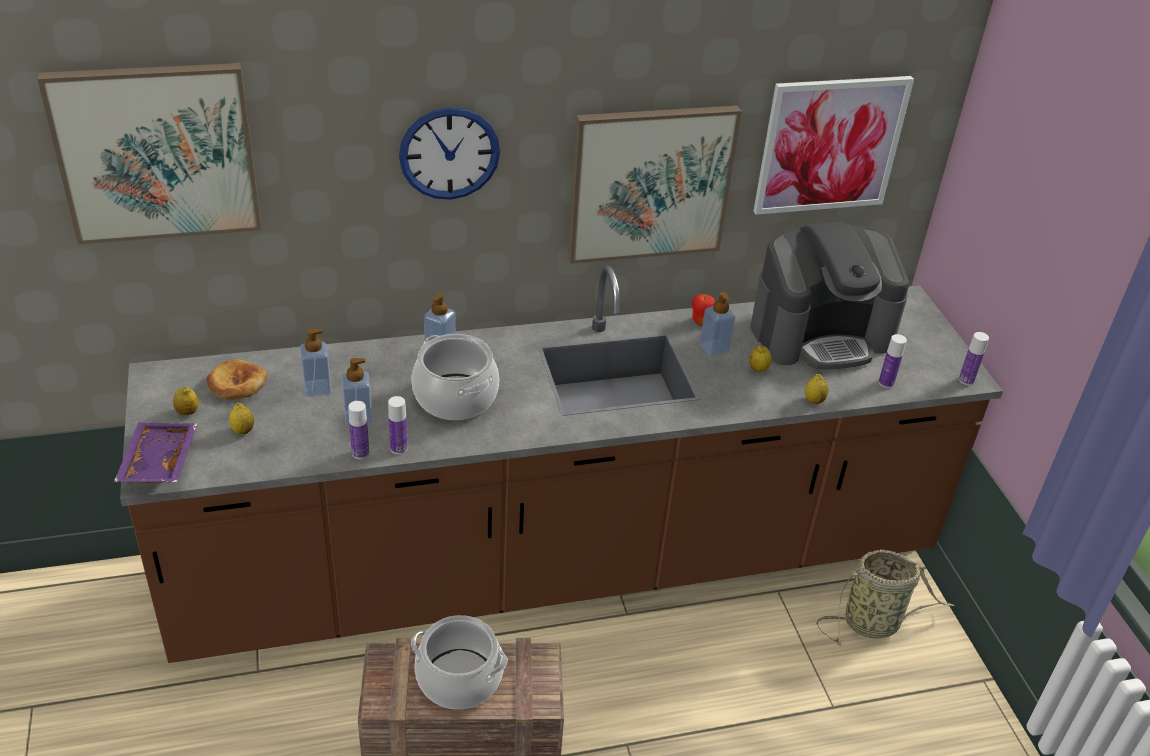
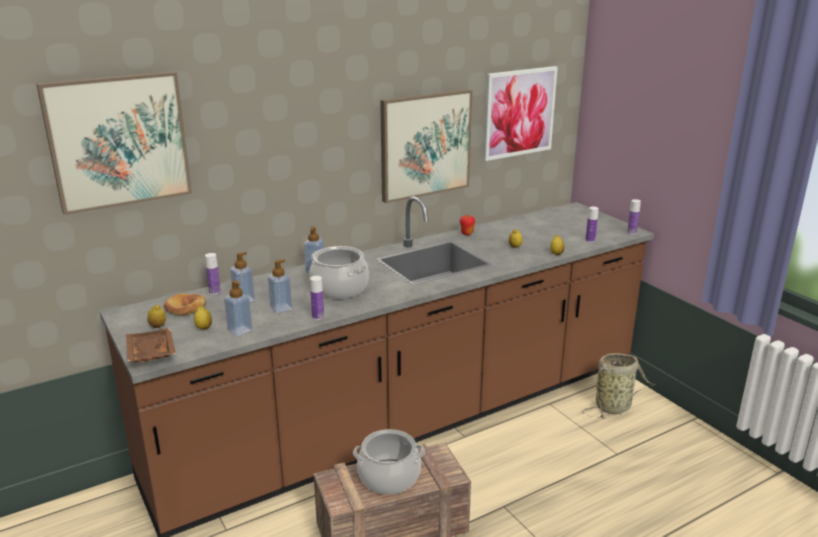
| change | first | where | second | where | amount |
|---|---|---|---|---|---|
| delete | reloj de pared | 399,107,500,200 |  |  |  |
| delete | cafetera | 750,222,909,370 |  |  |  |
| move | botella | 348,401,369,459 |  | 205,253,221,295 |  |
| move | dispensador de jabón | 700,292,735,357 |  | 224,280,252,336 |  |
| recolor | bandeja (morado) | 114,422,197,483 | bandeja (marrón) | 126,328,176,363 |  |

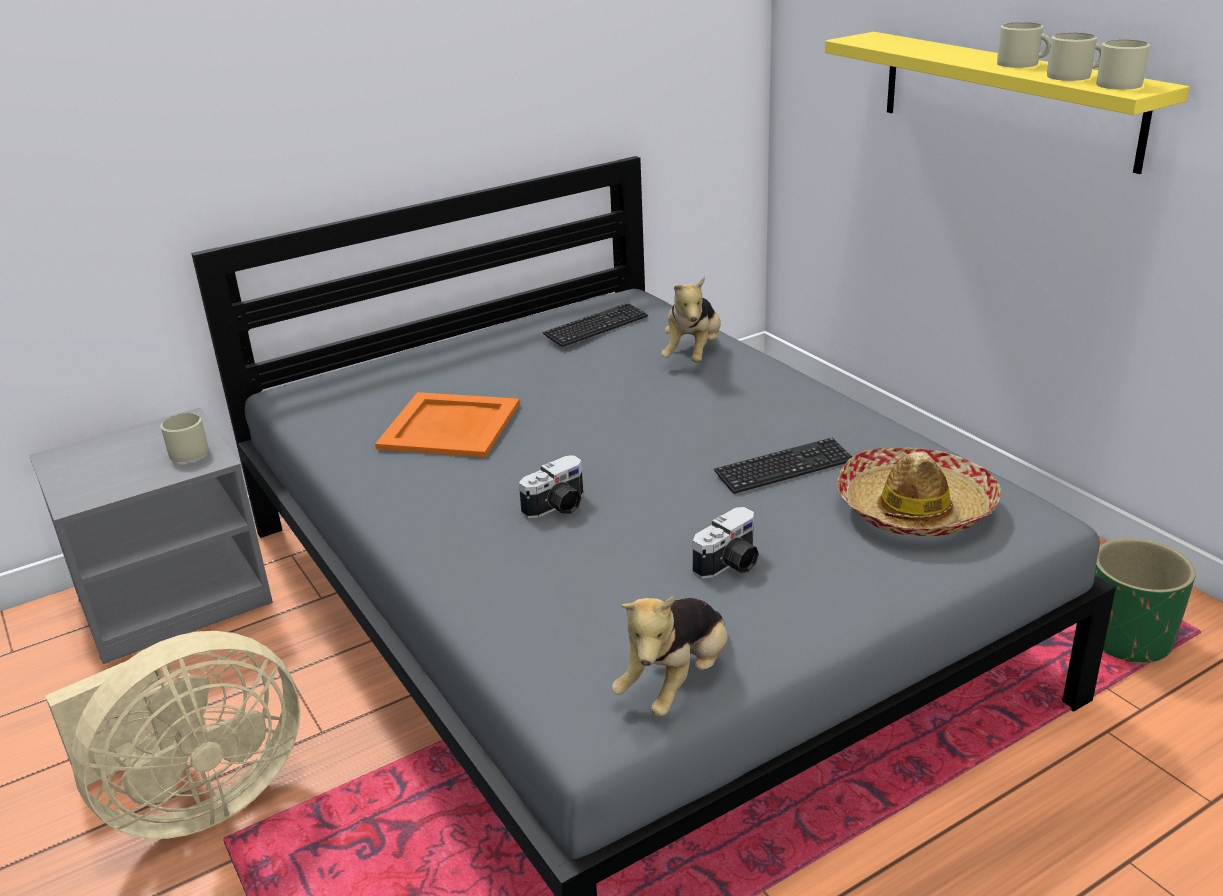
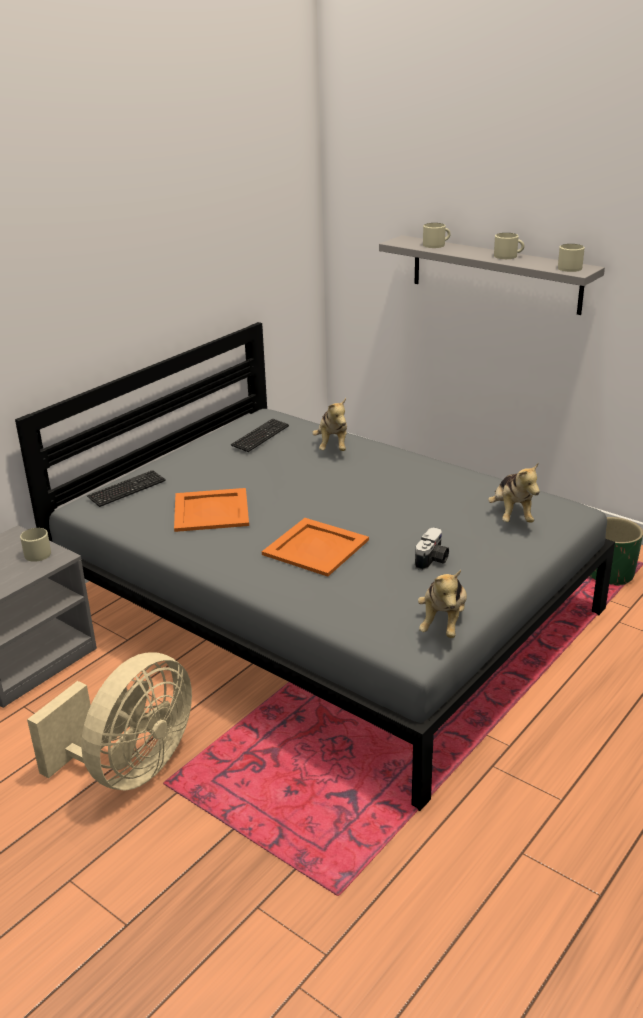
| change | first | where | second | where | amount |
|---|---|---|---|---|---|
| move | teclado | 714,438,852,494 |  | 87,470,166,507 |  |
| move | taza grande (beis) | 1047,33,1102,81 |  | 423,223,451,248 |  |
| replace | cámara | 519,455,583,518 | bandeja (naranja) | 262,518,369,577 |  |
| replace | sombrero | 837,448,1002,536 | peluche | 488,463,540,523 |  |
| recolor | estante (amarillo) | 825,32,1189,174 | estante (gris) | 379,235,605,315 |  |

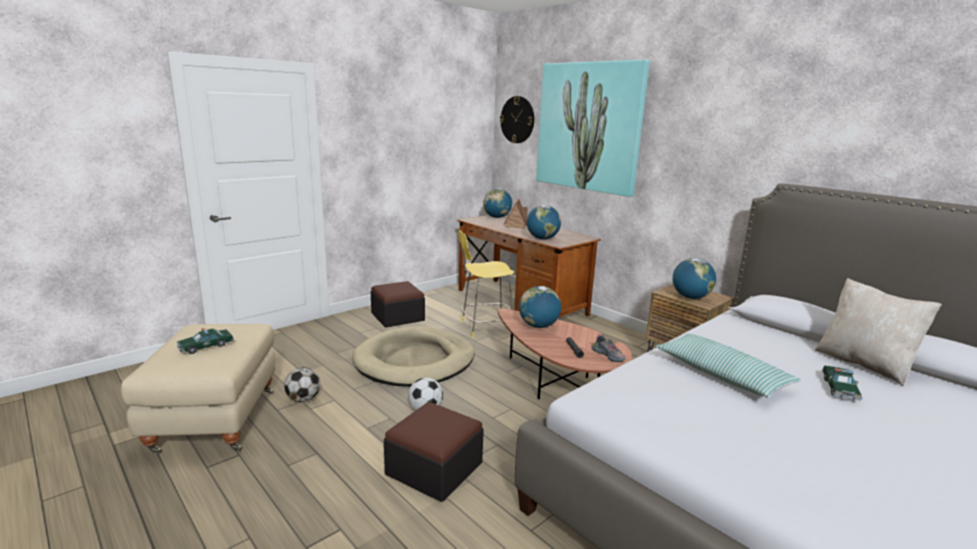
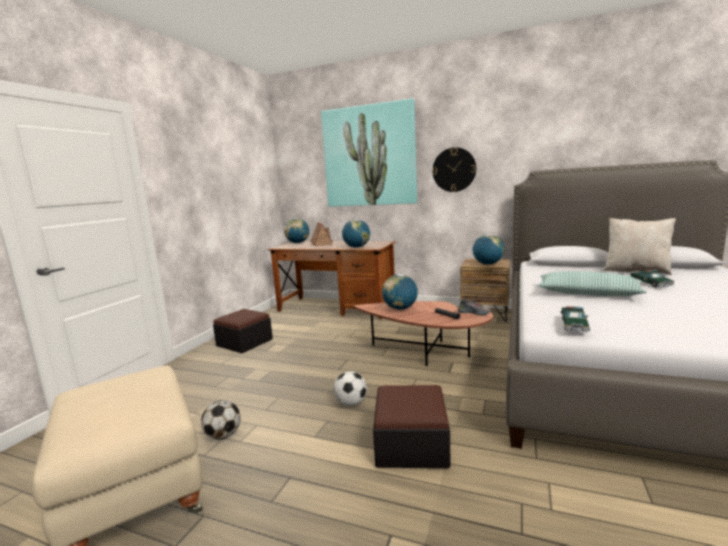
| change | first | where | second | where | amount |
|---|---|---|---|---|---|
| delete | cama para perro (beis) | 352,326,475,387 |  |  |  |
| delete | taburete (amarillo) | 458,230,514,338 |  |  |  |
| move | coche de juguete | 177,328,234,354 |  | 561,306,591,332 |  |
| move | reloj de pared | 500,96,534,143 |  | 432,147,476,192 |  |

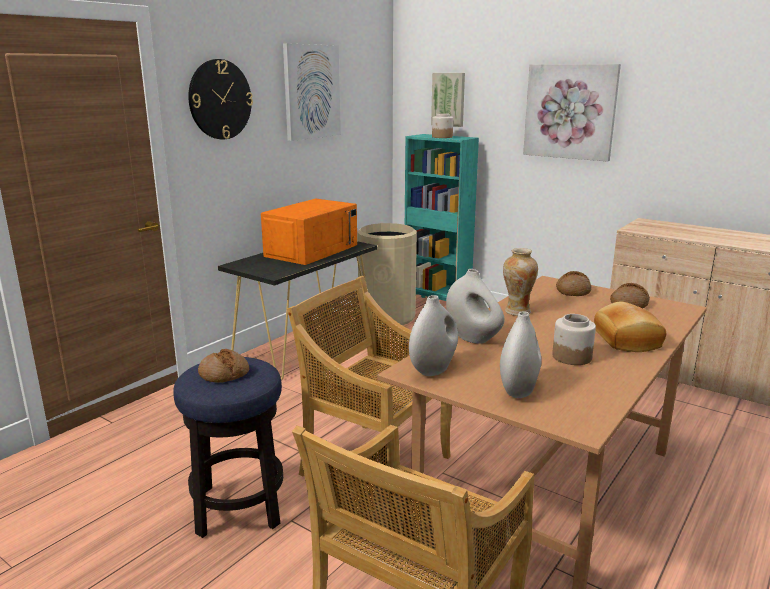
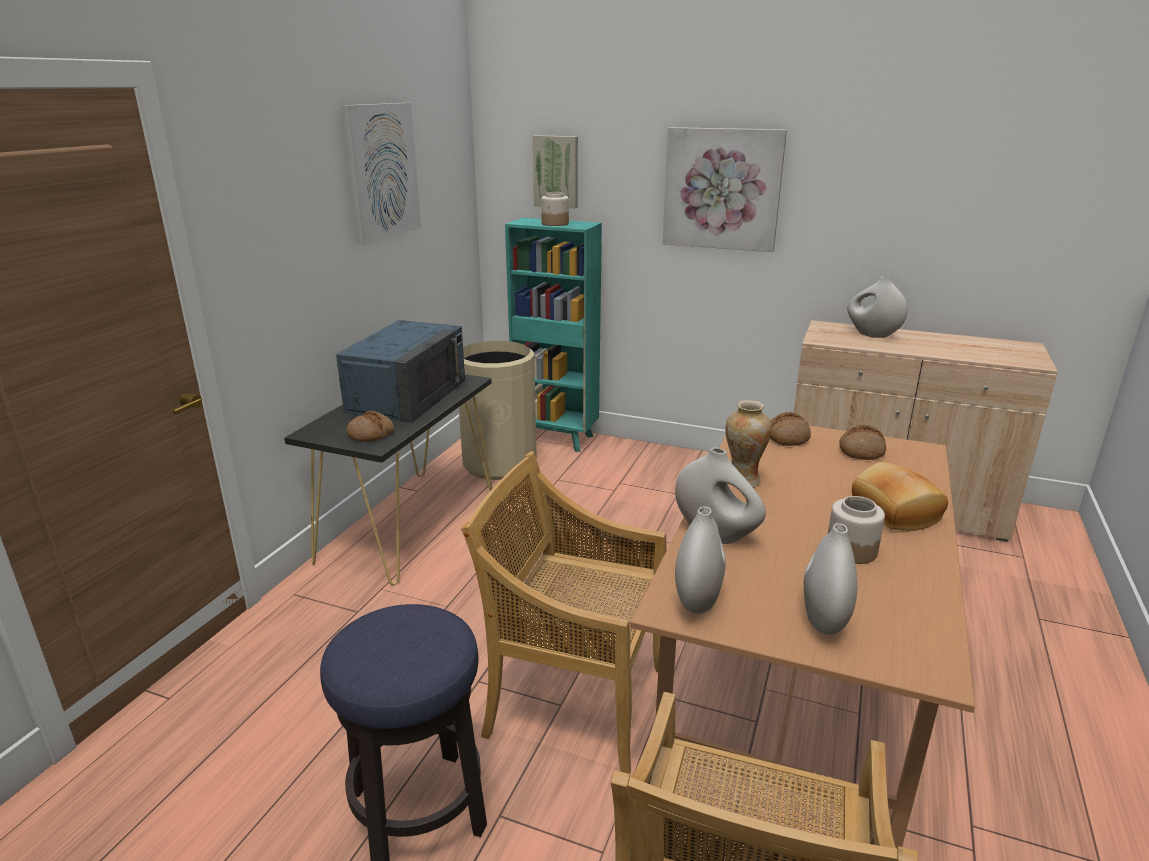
| change | first | where | second | where | amount |
|---|---|---|---|---|---|
| delete | reloj de pared | 188,59,253,140 |  |  |  |
| insert |  |  | florero (blanco) | 847,276,908,338 |  |
| move | pan | 198,349,249,383 |  | 346,411,394,442 |  |
| recolor | microondas (naranja) | 261,199,357,265 | microondas (azul) | 336,320,465,423 |  |

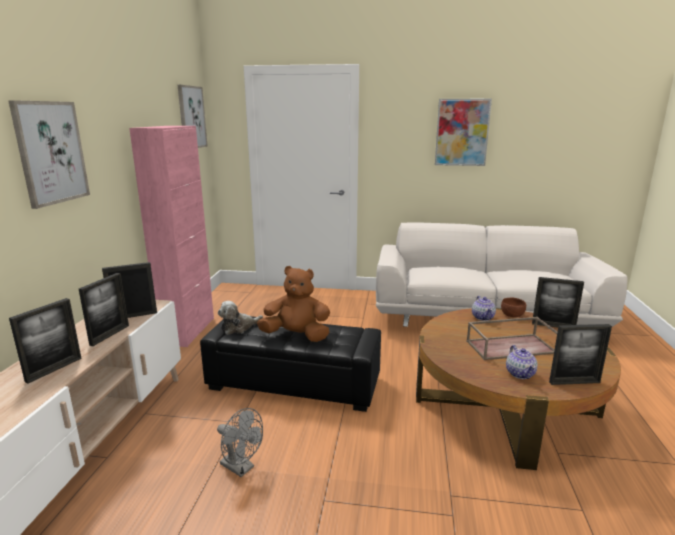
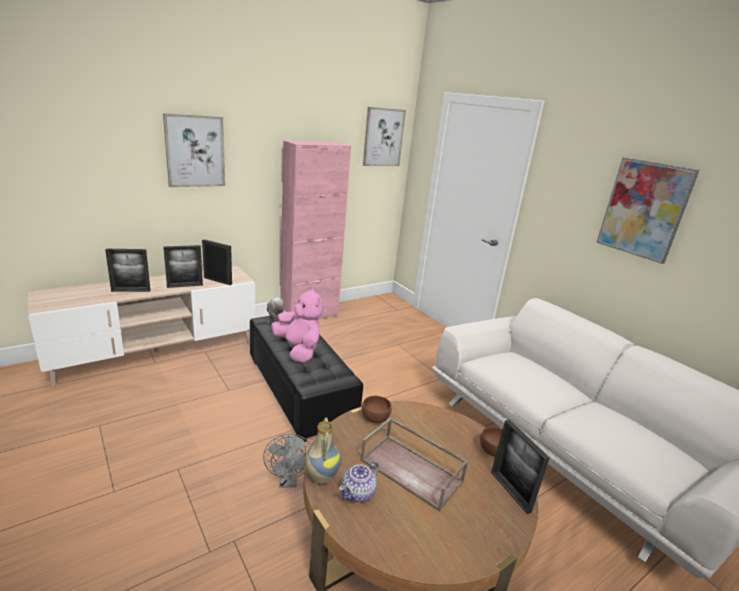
| change | first | where | second | where | amount |
|---|---|---|---|---|---|
| delete | tetera | 472,296,496,321 |  |  |  |
| delete | portarretratos | 549,324,612,385 |  |  |  |
| insert |  |  | florero | 305,418,341,484 |  |
| insert |  |  | cuenco (marrón) | 362,396,391,423 |  |
| move | ventilador (gris) | 217,408,263,477 |  | 263,434,311,488 |  |
| recolor | peluche (marrón) | 257,266,330,342 | peluche (rosa) | 271,287,323,363 |  |

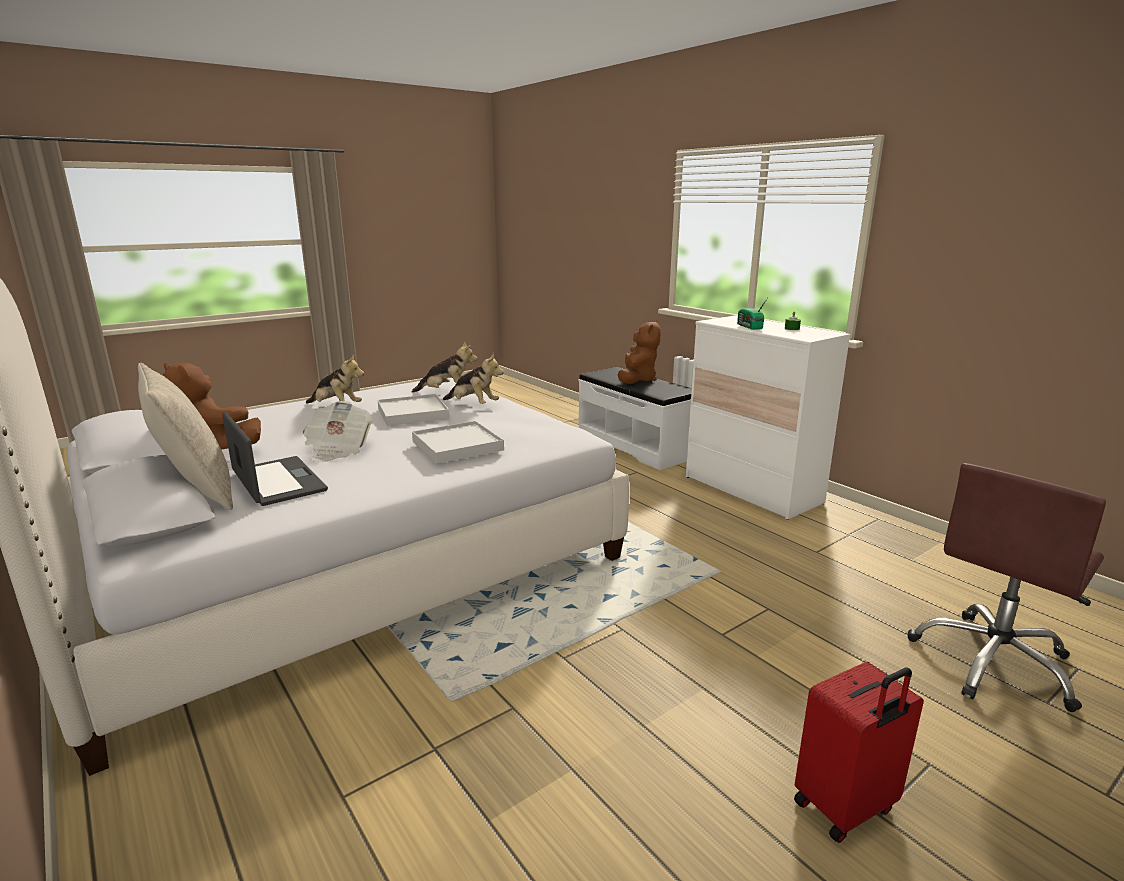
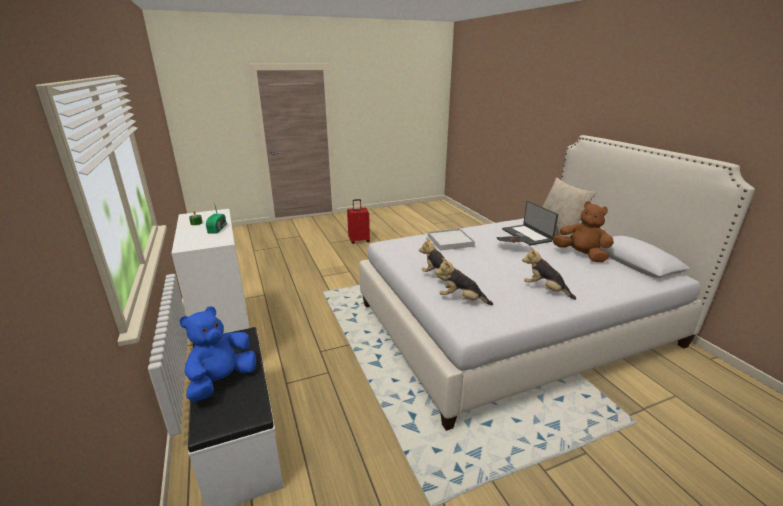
| change | first | where | second | where | amount |
|---|---|---|---|---|---|
| delete | bandeja (blanco) | 377,394,449,426 |  |  |  |
| delete | silla de oficina (marrón) | 908,463,1106,712 |  |  |  |
| recolor | peluche (marrón) | 618,320,661,384 | peluche (azul) | 180,306,256,402 |  |

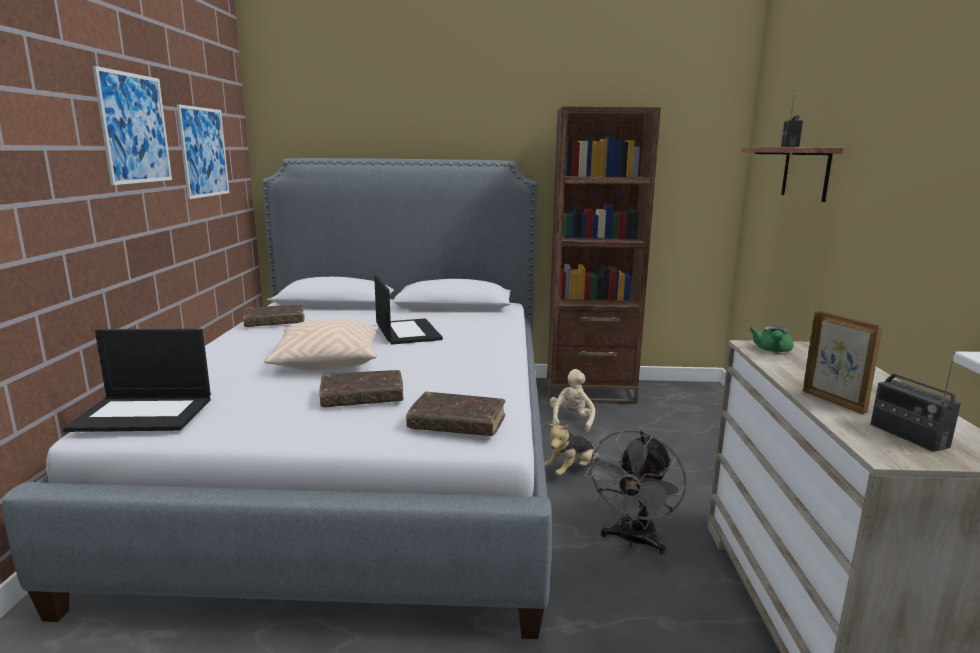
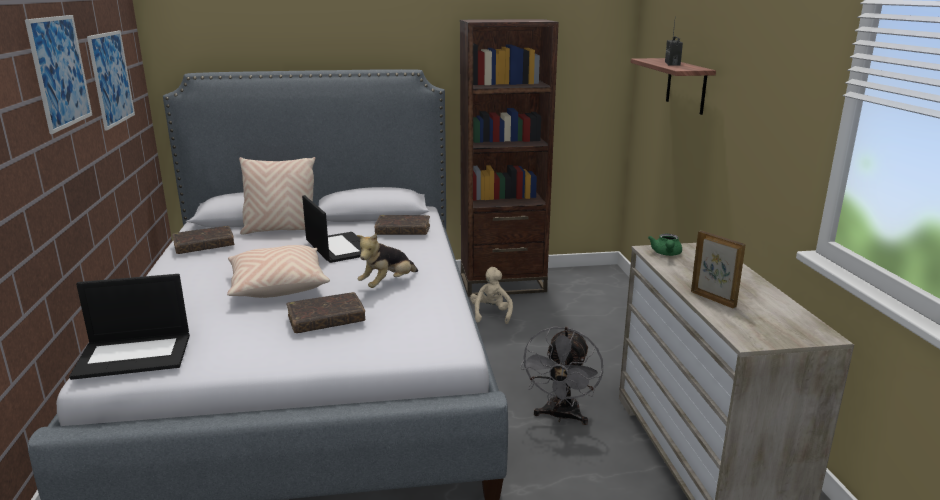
| change | first | where | second | where | amount |
|---|---|---|---|---|---|
| delete | radio | 870,351,961,452 |  |  |  |
| insert |  |  | cojín (beis) | 239,157,315,235 |  |
| move | libro (marrón) | 406,392,506,436 |  | 374,215,430,235 |  |
| move | peluche | 544,424,600,476 |  | 356,233,418,288 |  |

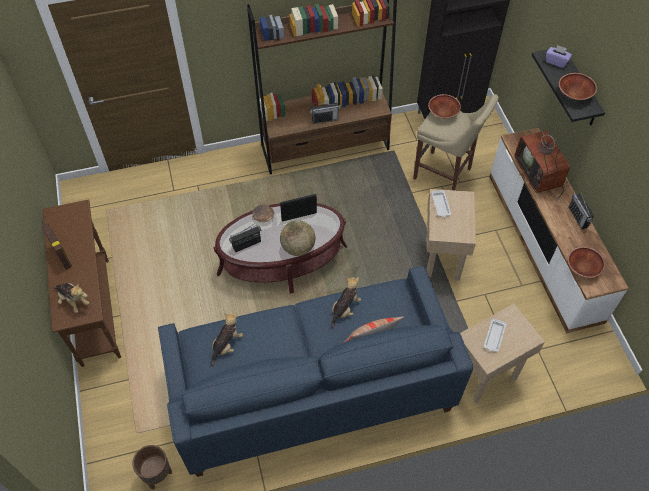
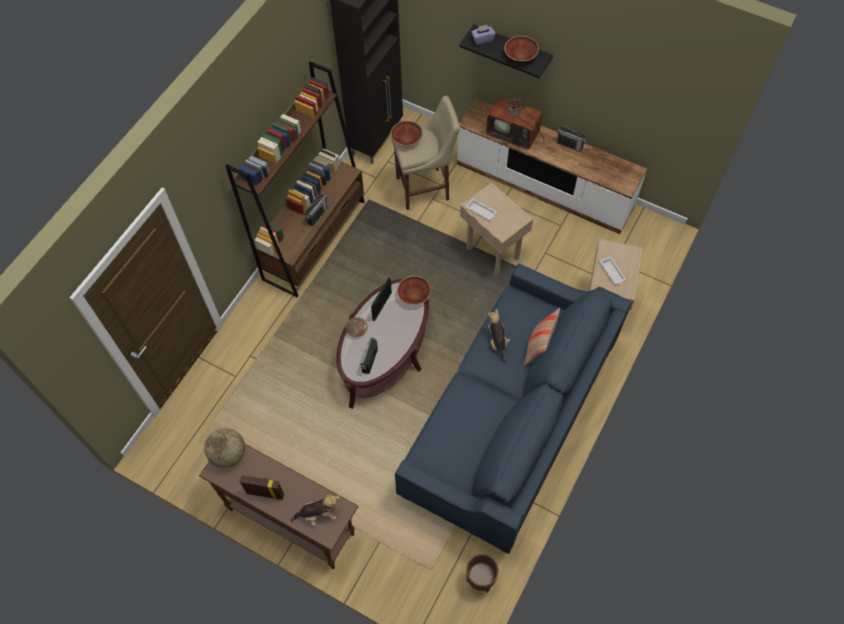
| change | first | where | second | where | amount |
|---|---|---|---|---|---|
| delete | peluche | 211,313,243,367 |  |  |  |
| move | globo terráqueo | 280,220,315,256 |  | 204,428,245,468 |  |
| move | cuenco (marrón) | 568,247,605,278 |  | 397,276,431,305 |  |

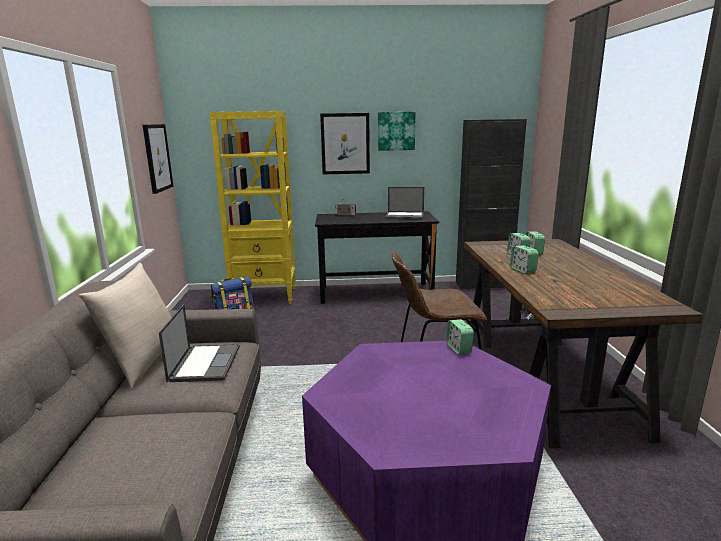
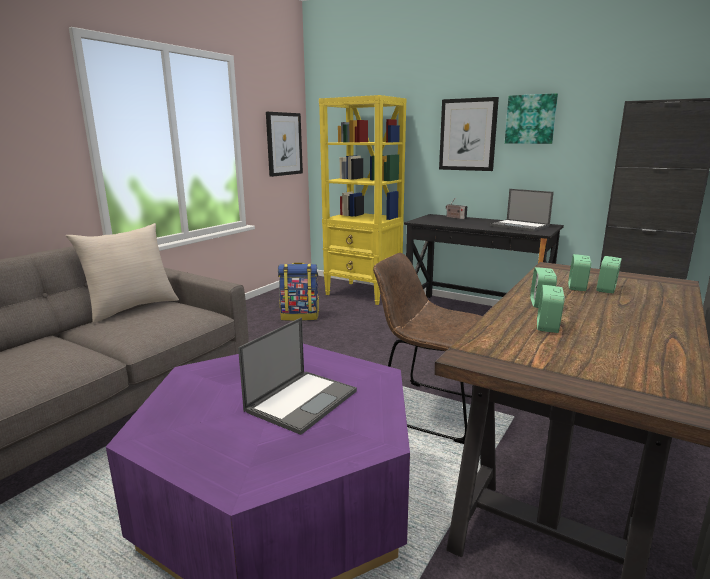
| change | first | where | second | where | amount |
|---|---|---|---|---|---|
| move | portátil | 159,304,240,382 |  | 238,318,357,435 |  |
| move | despertador | 446,319,474,354 |  | 537,285,565,333 |  |

